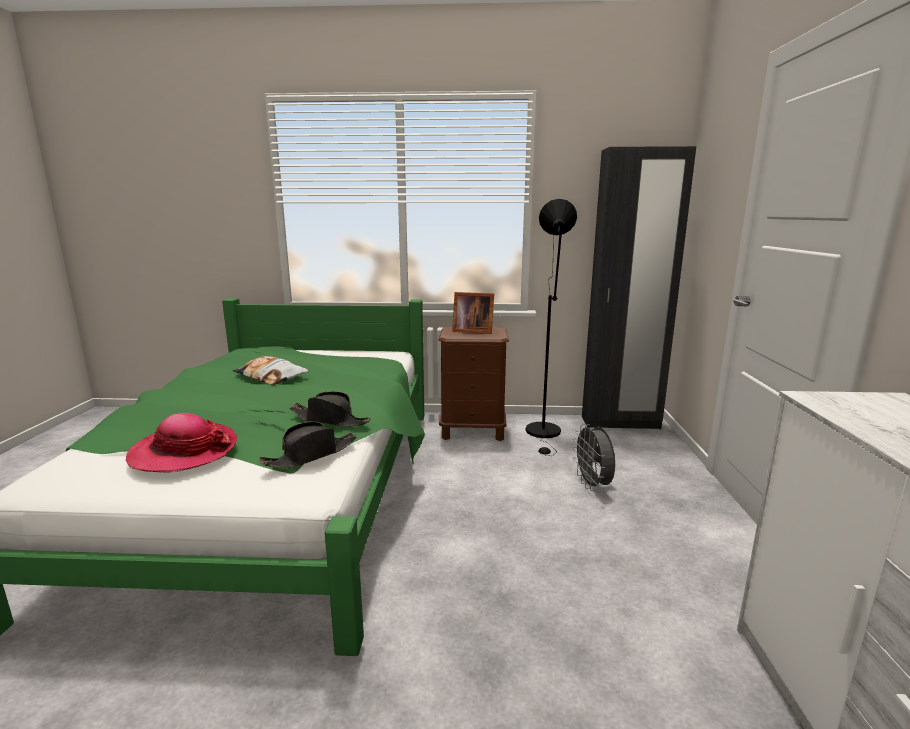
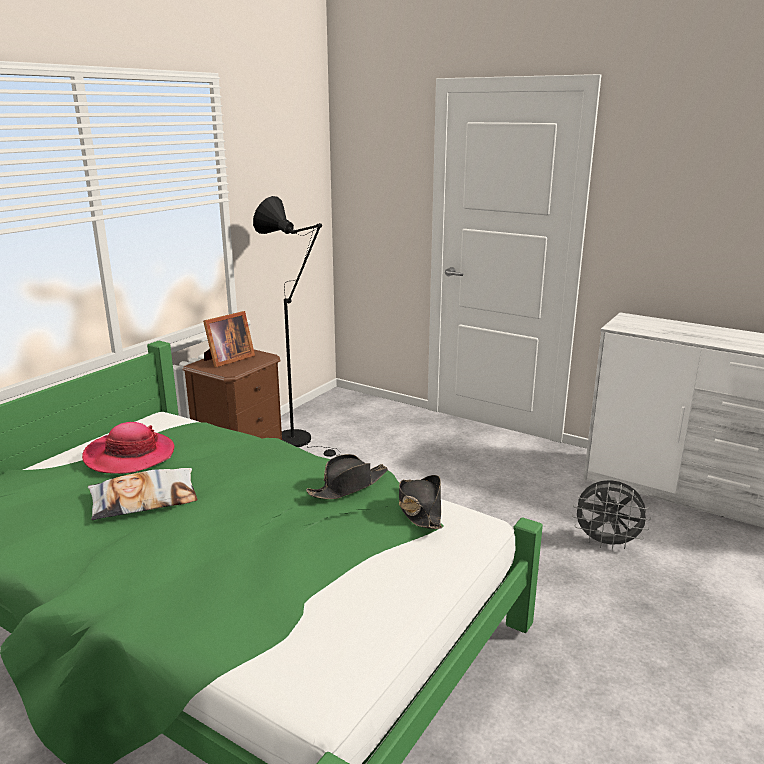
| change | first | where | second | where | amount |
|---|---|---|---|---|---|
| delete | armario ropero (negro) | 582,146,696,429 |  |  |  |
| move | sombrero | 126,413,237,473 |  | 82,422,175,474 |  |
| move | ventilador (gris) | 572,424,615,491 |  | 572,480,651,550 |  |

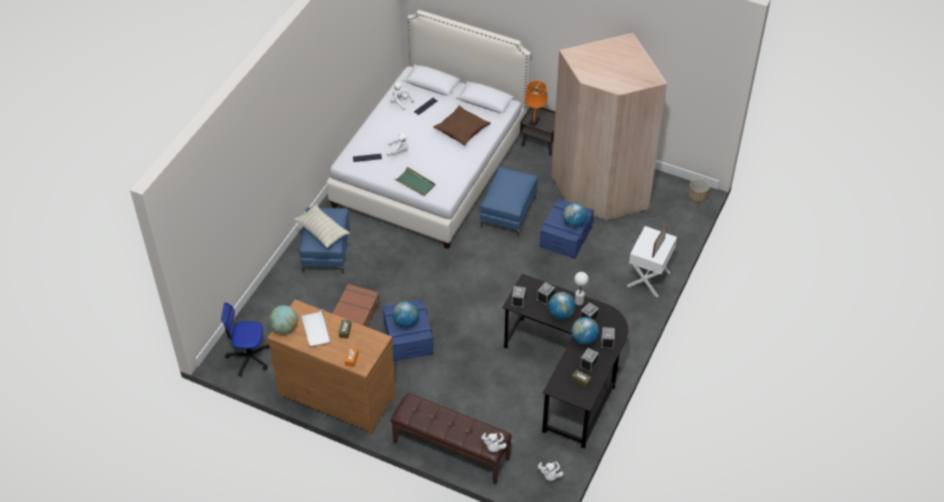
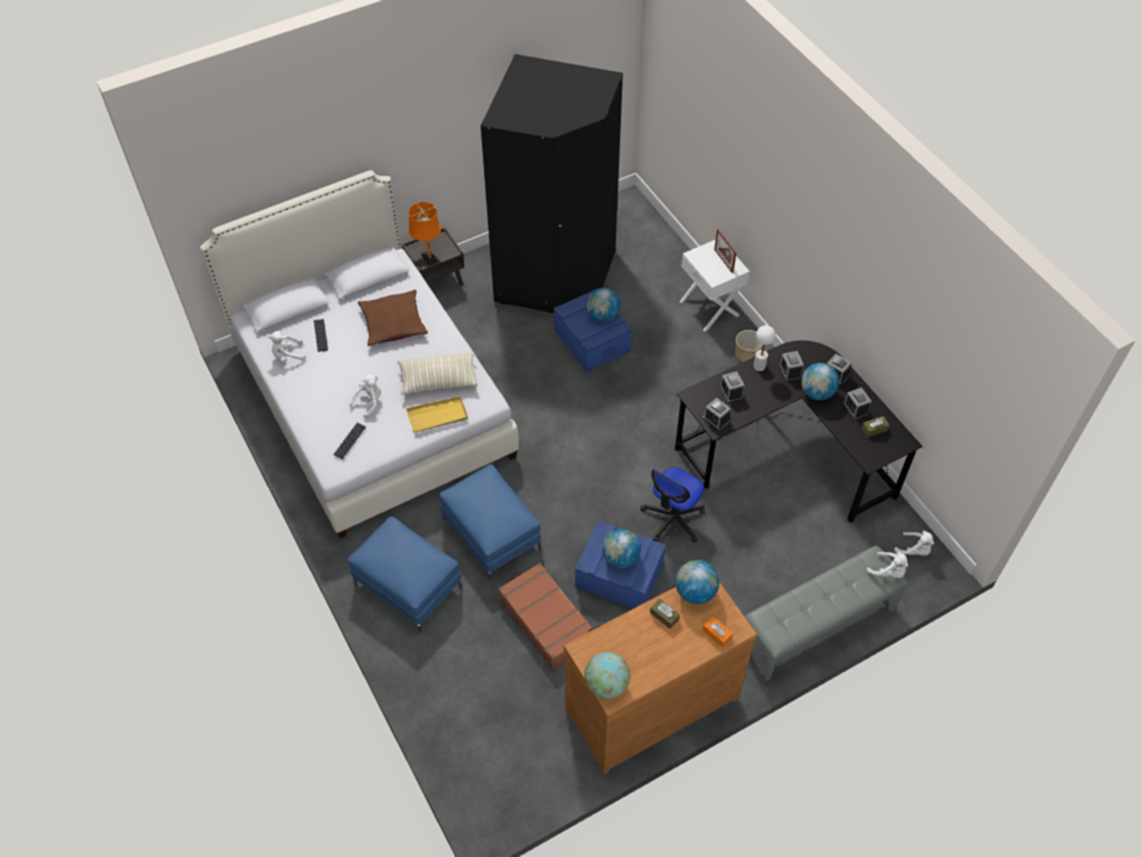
| change | first | where | second | where | amount |
|---|---|---|---|---|---|
| delete | bandeja (blanco) | 300,310,330,348 |  |  |  |
| move | silla de oficina | 221,303,270,377 |  | 640,467,705,543 |  |
| move | cojín | 293,204,350,248 |  | 398,352,478,395 |  |
| move | puf (azul) | 480,167,537,237 |  | 440,464,541,580 |  |
| move | globo terráqueo | 548,292,576,320 |  | 675,560,719,604 |  |
| move | maceta | 689,178,710,203 |  | 735,330,763,363 |  |
| recolor | banco (marrón) | 391,393,512,484 | banco (gris) | 744,545,908,682 |  |
| recolor | bandeja (verde) | 395,167,436,196 | bandeja (amarillo) | 406,397,468,433 |  |
| recolor | armario ropero (beis) | 551,33,667,221 | armario ropero (negro) | 481,54,623,313 |  |

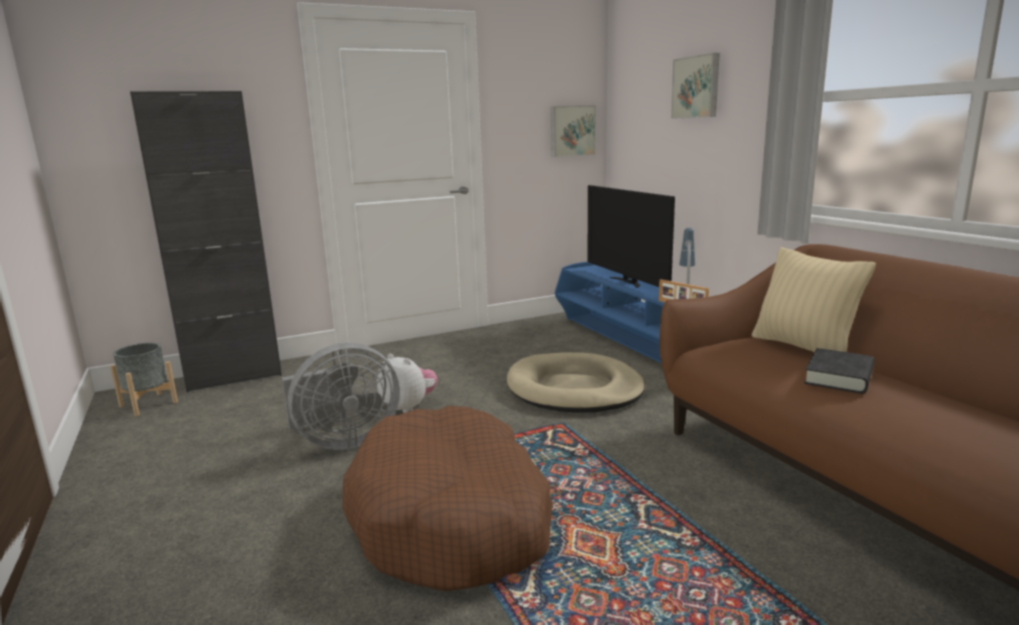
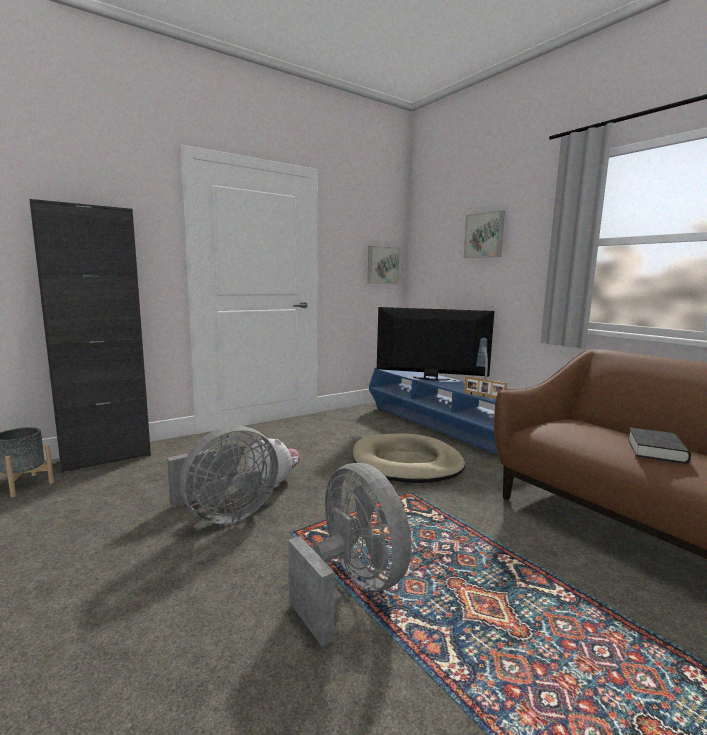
| change | first | where | second | where | amount |
|---|---|---|---|---|---|
| delete | cojín (beis) | 752,247,876,352 |  |  |  |
| replace | cama para perro (marrón) | 342,406,553,591 | ventilador (gris) | 288,463,411,646 |  |
| rotate | televisor | 588,185,675,288 |  | 377,307,494,381 | 135 degrees clockwise |

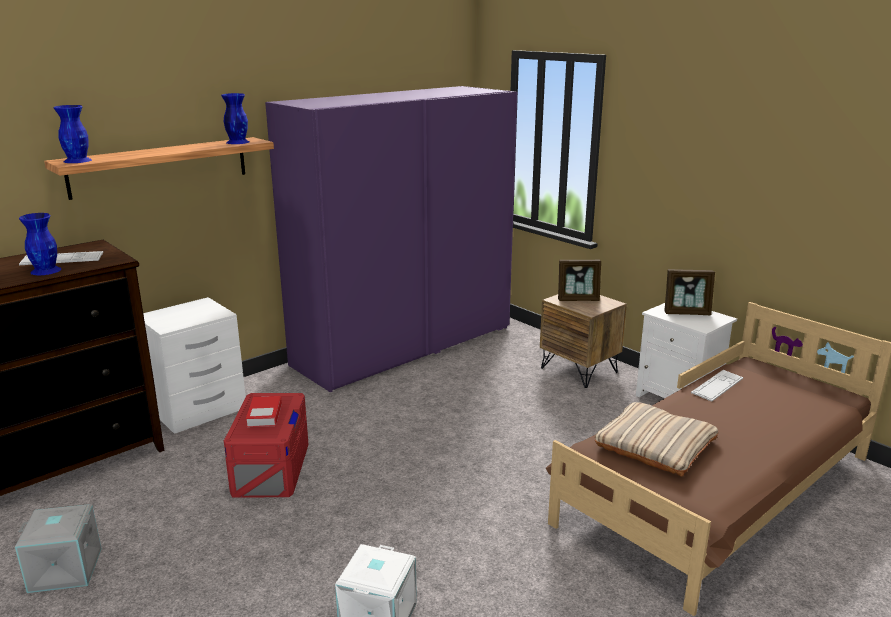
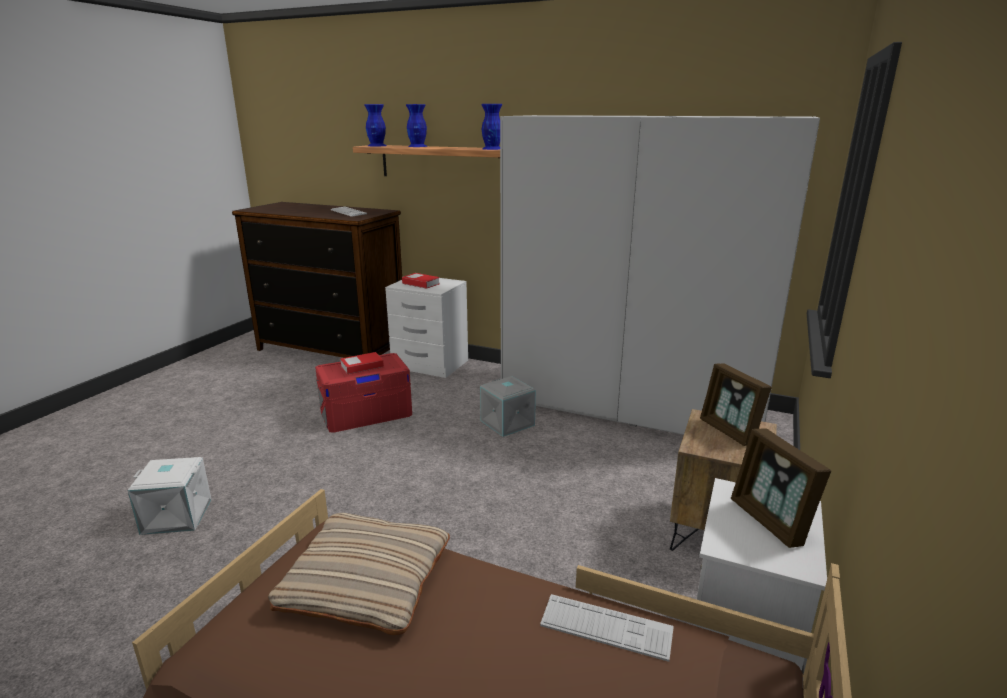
| change | first | where | second | where | amount |
|---|---|---|---|---|---|
| insert |  |  | libro | 402,273,440,289 |  |
| move | caja de almacenaje (gris) | 15,504,102,593 |  | 480,376,536,437 |  |
| move | florero (azul) | 19,213,61,275 |  | 406,104,427,147 |  |
| recolor | armario ropero (morado) | 265,86,517,392 | armario ropero (blanco) | 500,115,820,435 |  |

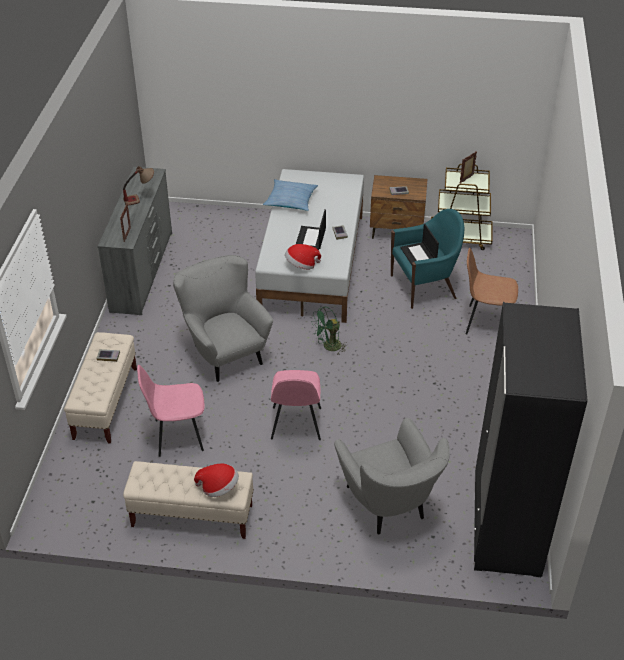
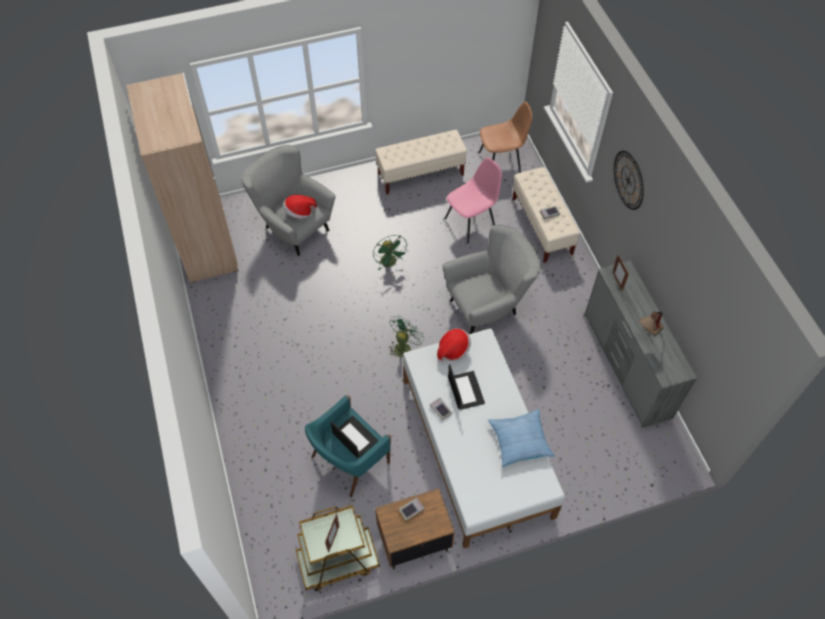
| change | first | where | second | where | amount |
|---|---|---|---|---|---|
| insert |  |  | reloj de pared | 614,151,644,210 |  |
| move | sombrero | 194,464,239,497 |  | 283,195,317,219 |  |
| move | silla (marrón) | 466,248,518,335 |  | 479,101,533,173 |  |
| replace | silla (rosa) | 271,370,321,440 | ventilador (verde) | 373,235,408,270 |  |
| recolor | armario ropero (negro) | 474,302,588,577 | armario ropero (beis) | 126,72,239,283 |  |
| rotate | sillón (gris) | 173,255,273,382 |  | 443,225,541,334 | 60 degrees counterclockwise |

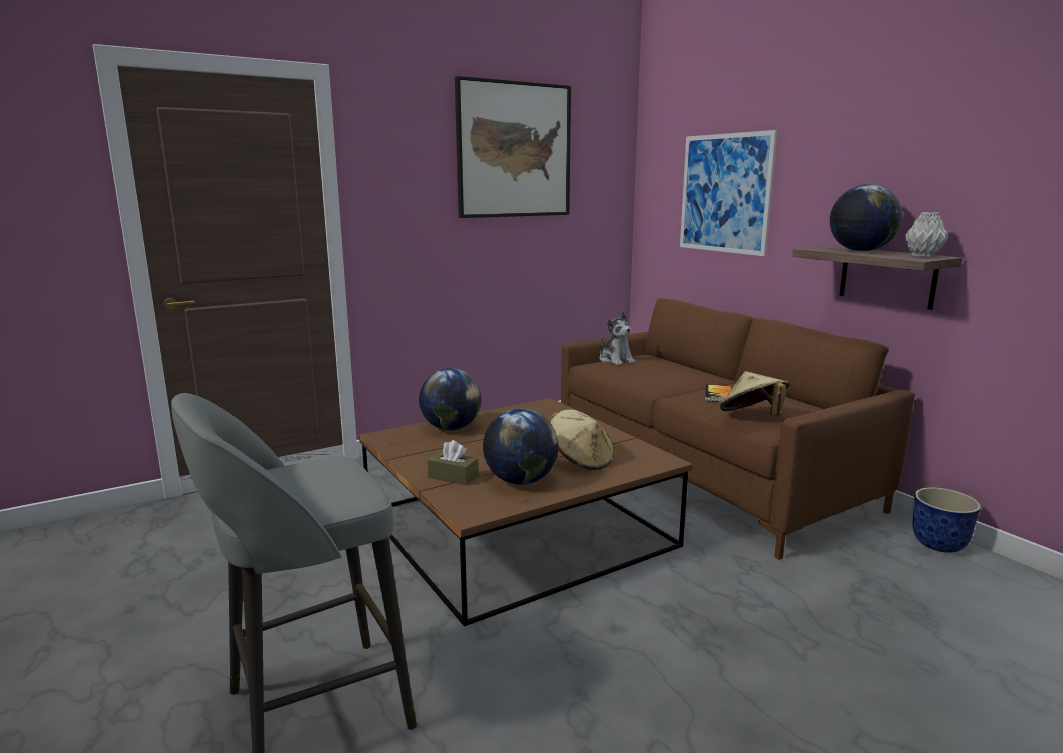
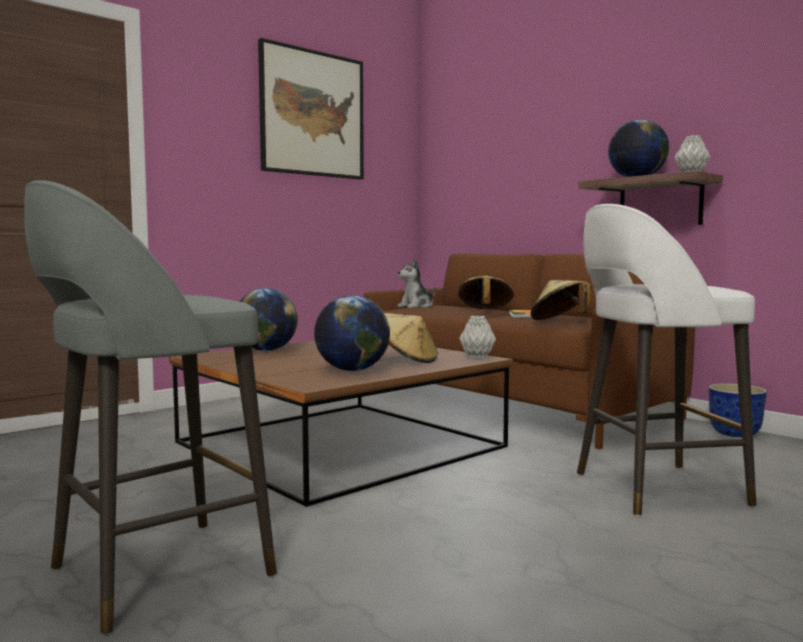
| change | first | where | second | where | amount |
|---|---|---|---|---|---|
| delete | caja de pañuelos (marrón) | 427,440,479,485 |  |  |  |
| delete | cuadro | 680,130,777,256 |  |  |  |
| insert |  |  | sombrero (beis) | 458,276,514,309 |  |
| insert |  |  | florero (gris) | 459,316,496,359 |  |
| insert |  |  | taburete (blanco) | 577,204,757,516 |  |
| rotate | peluche | 599,312,635,365 |  | 397,258,436,308 | 90 degrees clockwise |

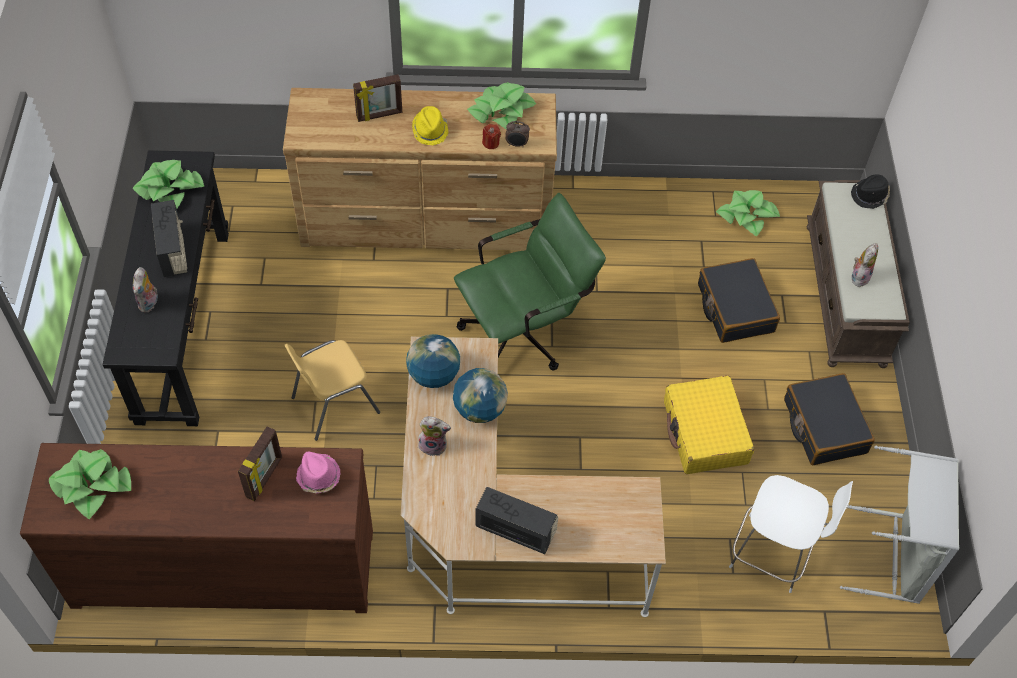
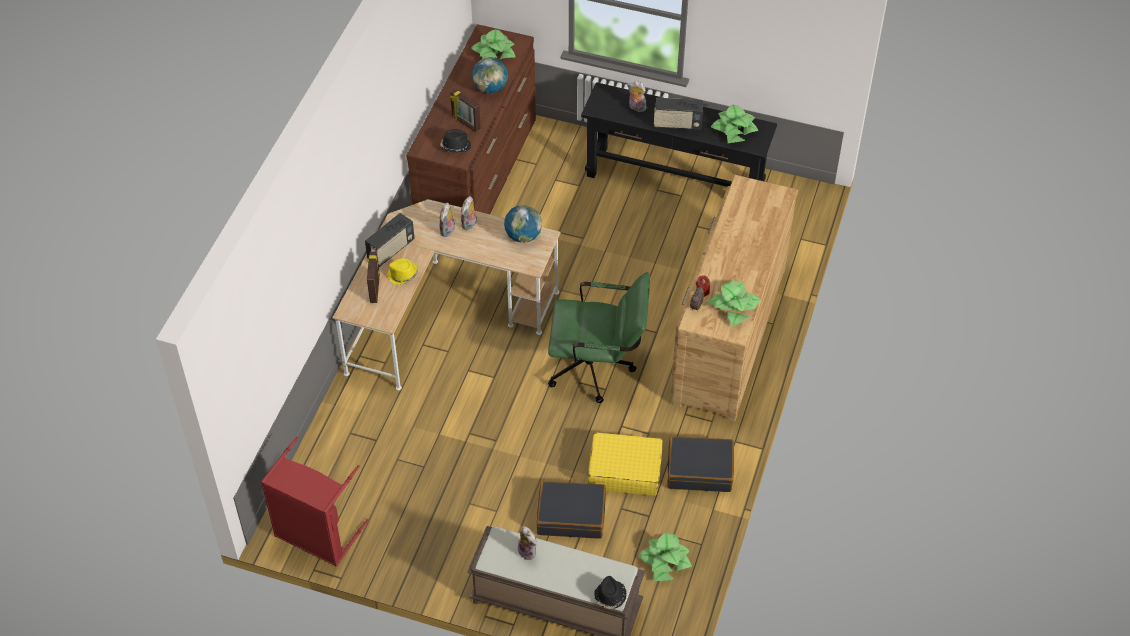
| change | first | where | second | where | amount |
|---|---|---|---|---|---|
| delete | silla (amarillo) | 284,340,380,441 |  |  |  |
| delete | silla (blanco) | 729,475,853,593 |  |  |  |
| insert |  |  | peluche | 440,203,456,237 |  |
| move | portarretratos | 353,74,402,122 |  | 367,252,380,303 |  |
| move | sombrero (amarillo) | 412,106,449,145 |  | 387,258,419,285 |  |
| move | globo terráqueo | 453,368,508,423 |  | 472,57,508,93 |  |
| move | maleta (amarillo) | 664,376,754,474 |  | 588,433,663,496 |  |
| move | maleta (negro) | 784,373,875,465 |  | 667,436,734,492 |  |
| recolor | sombrero (rosa) | 296,452,340,493 | sombrero (negro) | 440,129,471,153 |  |
| recolor | cesto de la ropa (gris) | 840,446,959,604 | cesto de la ropa (rojo) | 261,436,369,566 |  |
| rotate | silla de oficina (verde) | 454,193,606,371 |  | 548,272,650,403 | 75 degrees counterclockwise |

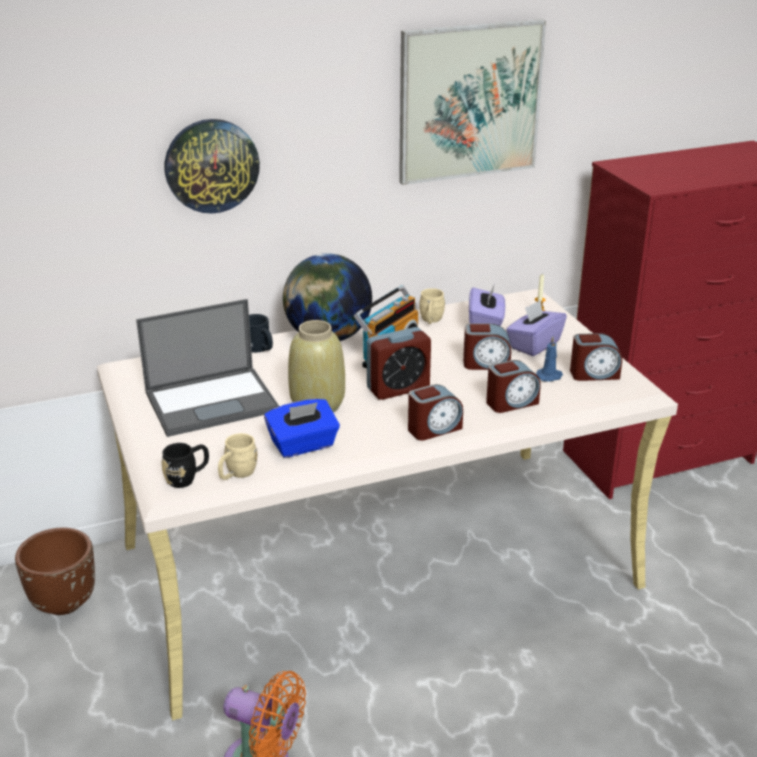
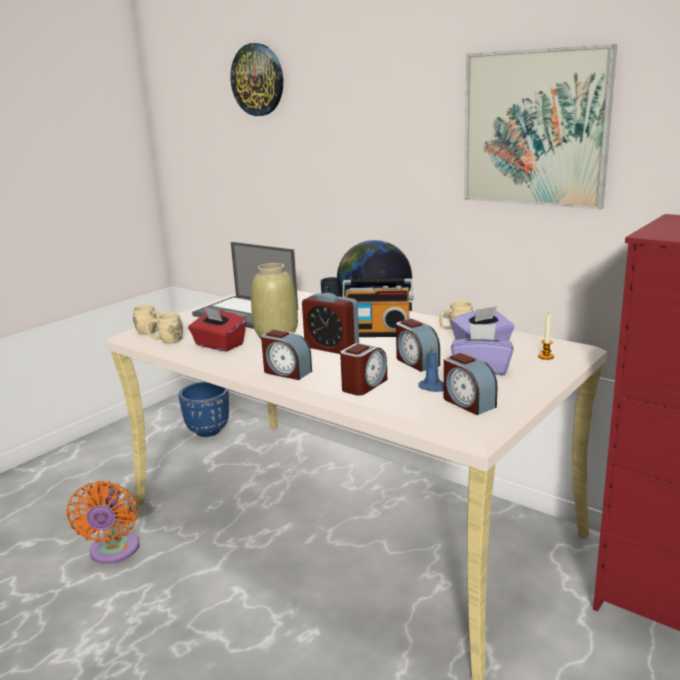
| change | first | where | second | where | amount |
|---|---|---|---|---|---|
| move | reloj de pared | 165,119,260,214 |  | 230,43,283,116 |  |
| recolor | maceta (marrón) | 15,527,95,615 | maceta (azul) | 179,381,229,437 |  |
| recolor | taza grande (negro) | 161,443,209,488 | taza grande (beis) | 133,305,163,335 |  |
| recolor | caja de pañuelos (azul) | 264,399,340,458 | caja de pañuelos (rojo) | 188,307,246,352 |  |
| rotate | despertador | 486,360,541,413 |  | 340,343,387,396 | 90 degrees counterclockwise |

